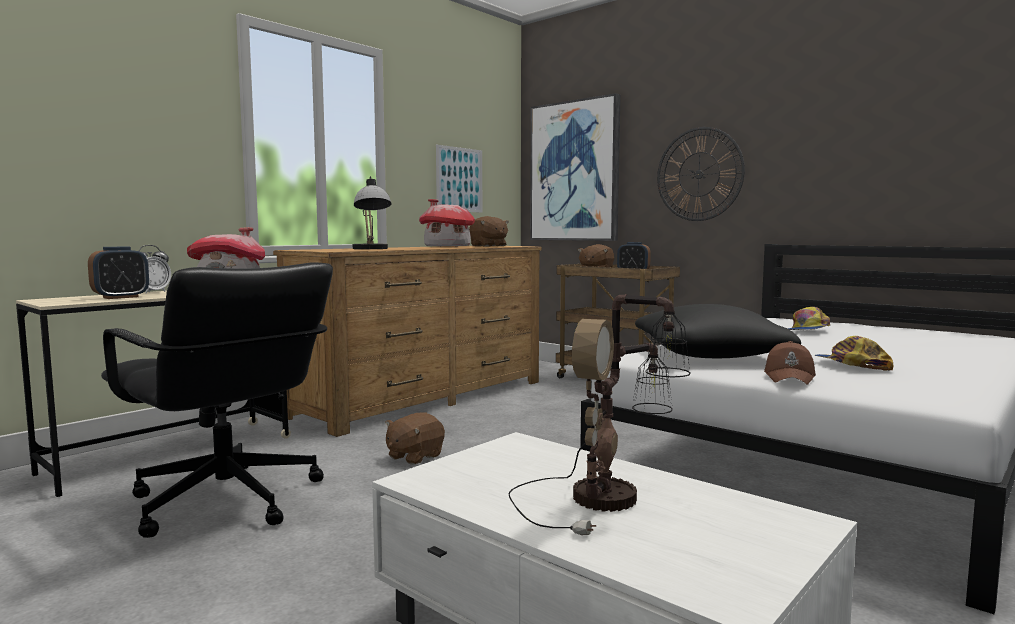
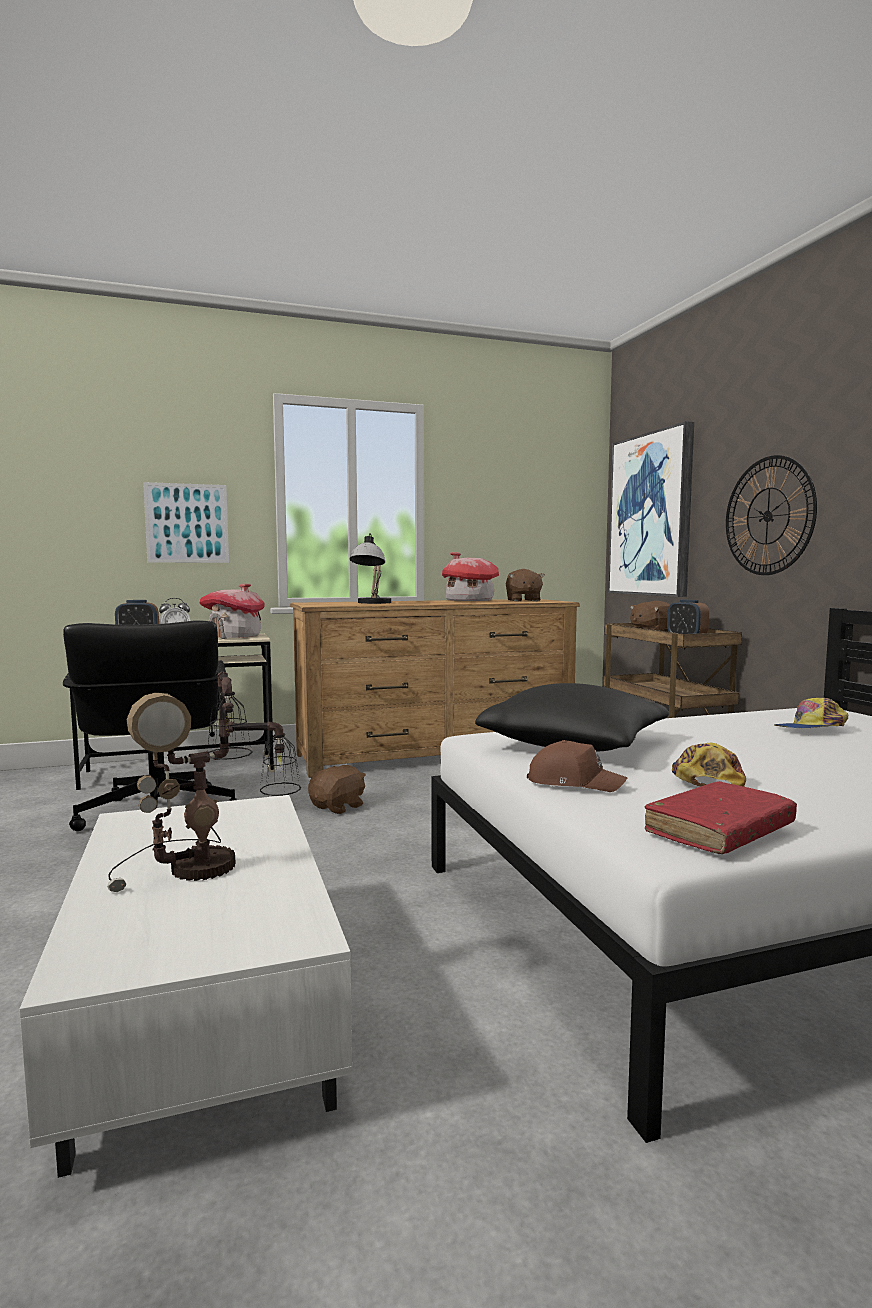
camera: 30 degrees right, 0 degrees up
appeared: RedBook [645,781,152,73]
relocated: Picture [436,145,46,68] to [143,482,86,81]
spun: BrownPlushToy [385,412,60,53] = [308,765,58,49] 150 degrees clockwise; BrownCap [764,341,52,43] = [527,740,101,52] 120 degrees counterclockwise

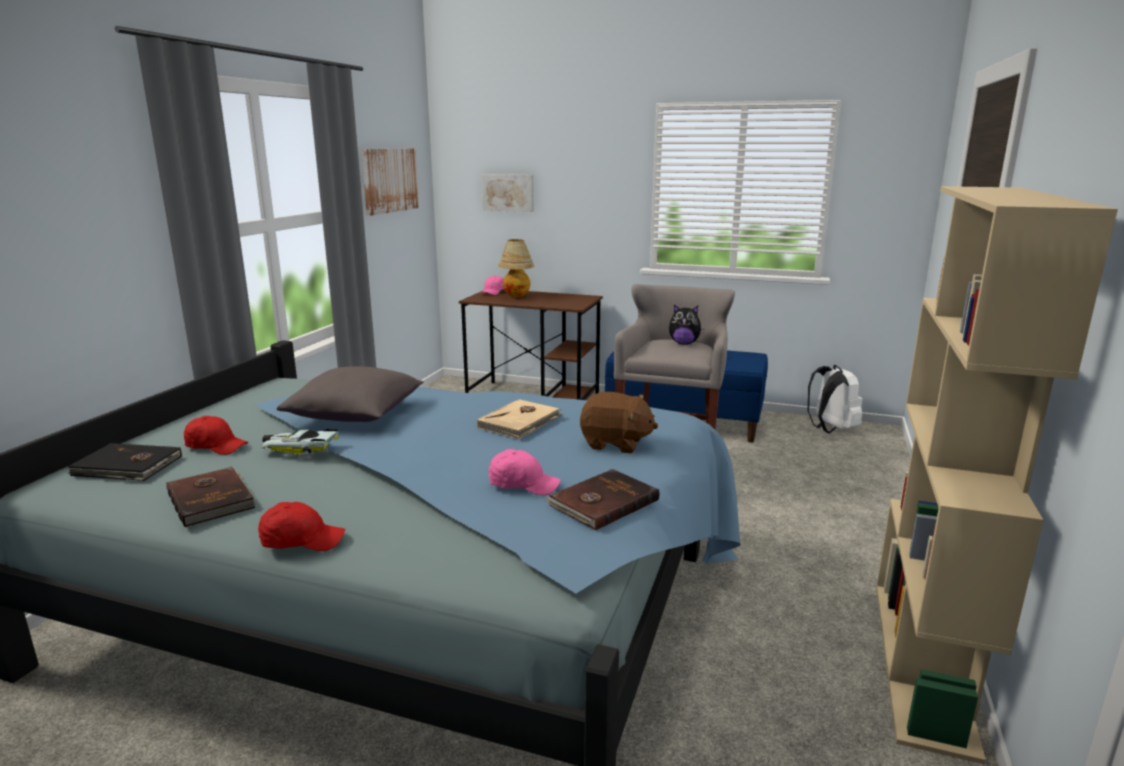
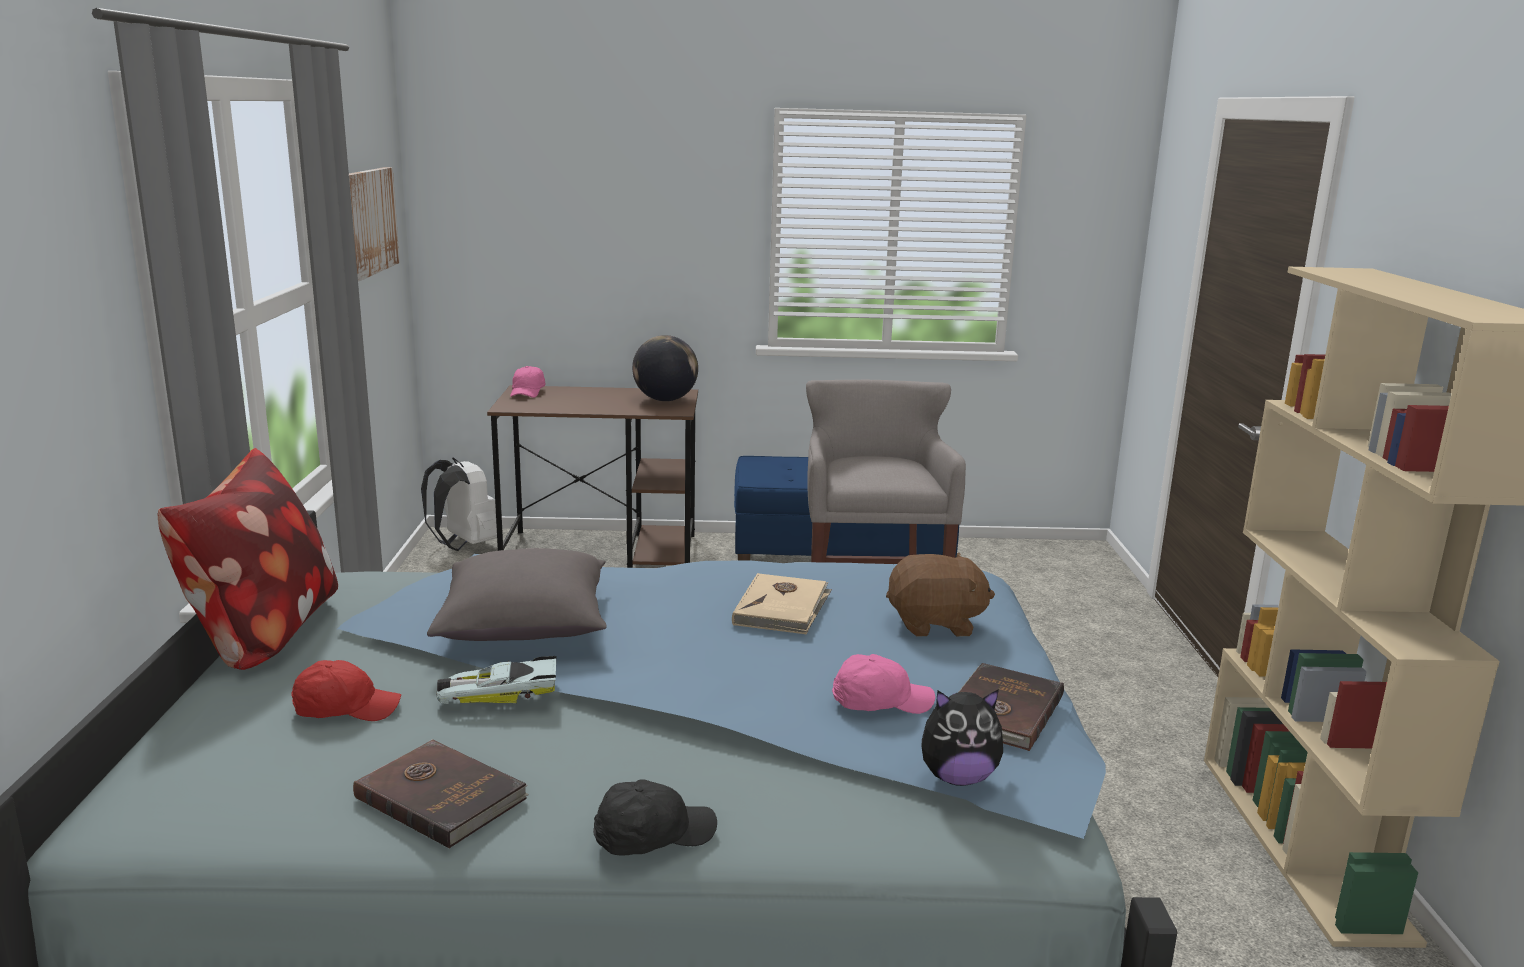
camera: 20 degrees left, 0 degrees up
missing: BlackBook [67,443,115,38]; Picture [482,174,52,38]; TableLamp [498,239,36,58]
appeared: Pillow [157,448,181,222]; Globe [632,335,66,66]
relocated: PlushToy [669,304,35,41] to [921,689,82,97]; WhiteBackpack [807,365,55,68] to [421,457,76,94]
colour: RedCap [258,502,87,49] to BlackCap [593,779,124,76]

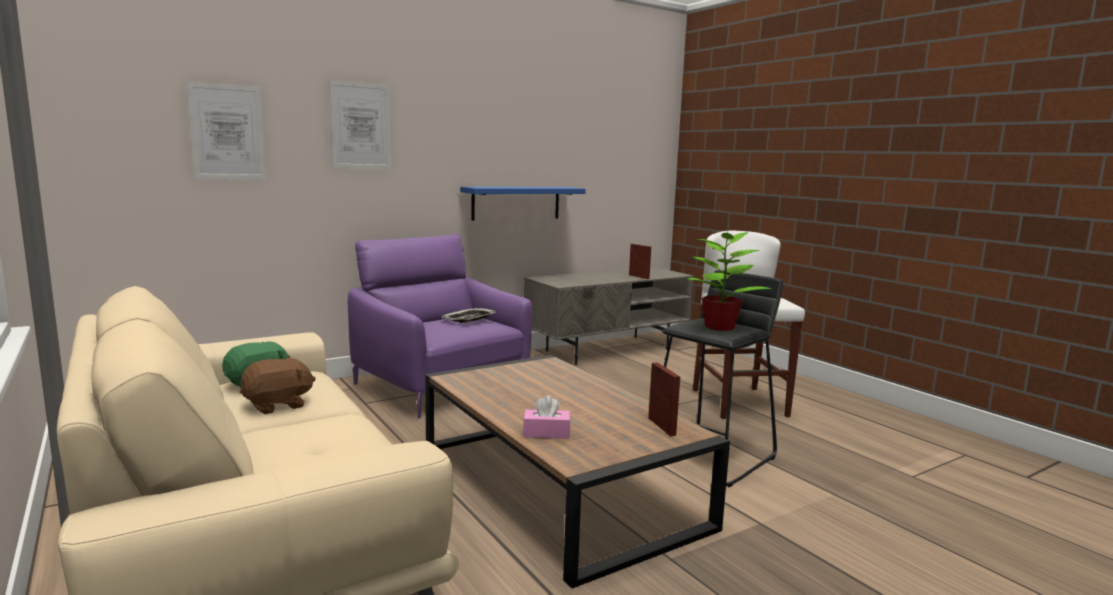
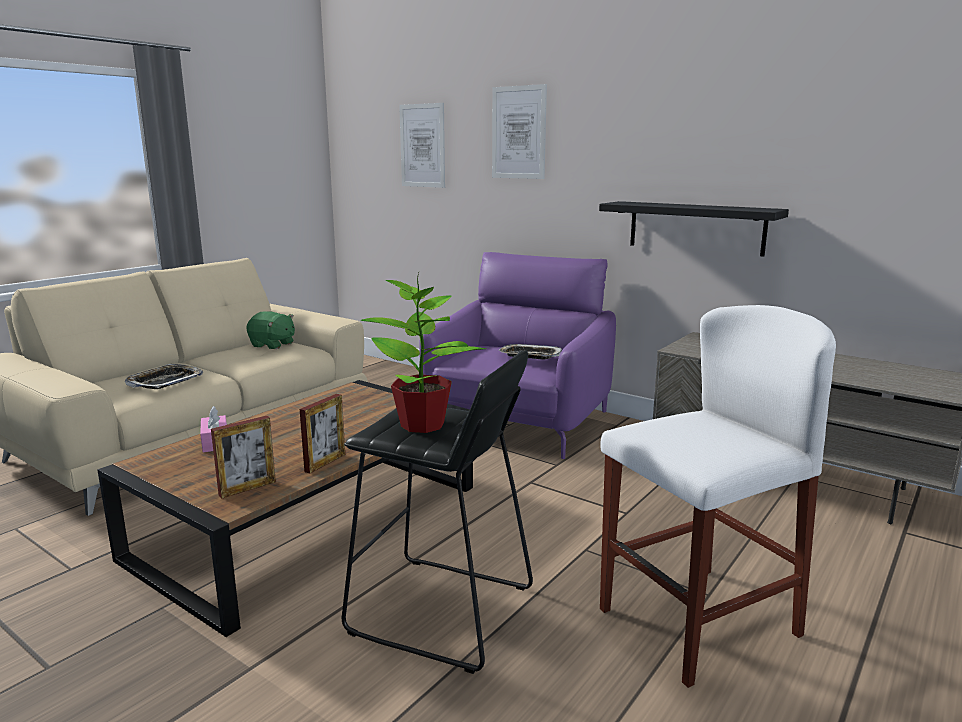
camera: 70 degrees right, 5 degrees up
missing: BrownPlushToy [240,357,76,57]
appeared: Tray [125,364,78,25]
relocated: PictureFrame [629,244,22,35] to [300,394,45,80]
colour: BlueShelf [460,187,126,34] to BlackShelf [599,201,190,56]

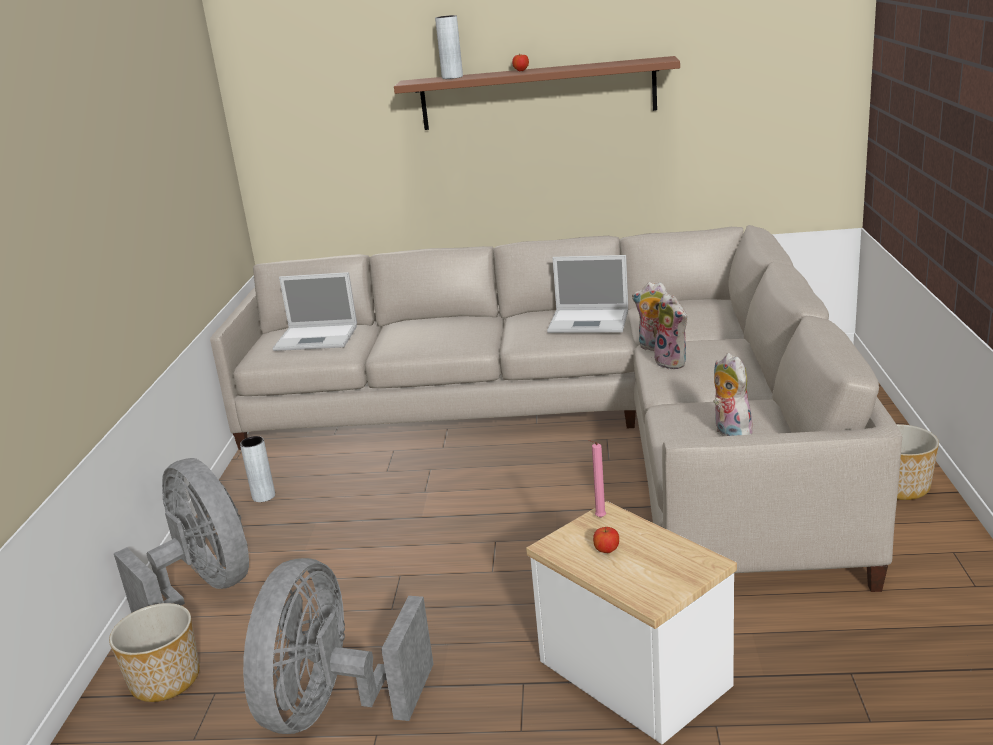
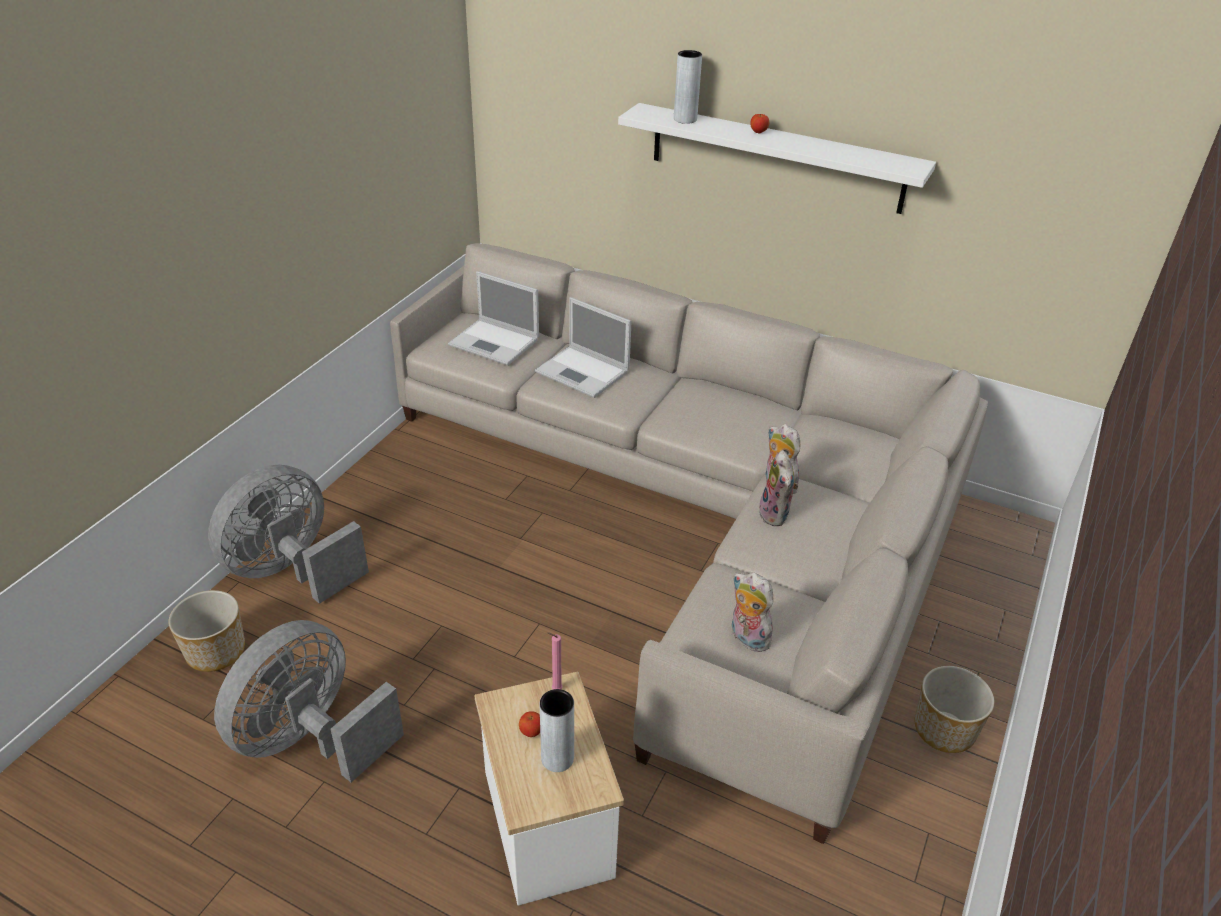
camera: 20 degrees right, 15 degrees up
relocated: GreyVase [240,436,35,66] to [540,689,34,83]; Laptop [547,255,81,78] to [535,297,97,101]
colour: BrownShelf [394,56,286,74] to WhiteShelf [618,103,318,111]
spun: GreyFan [114,458,135,155] = [208,465,161,139] 120 degrees counterclockwise; PlushToy [713,353,40,83] = [732,572,42,80] 45 degrees counterclockwise

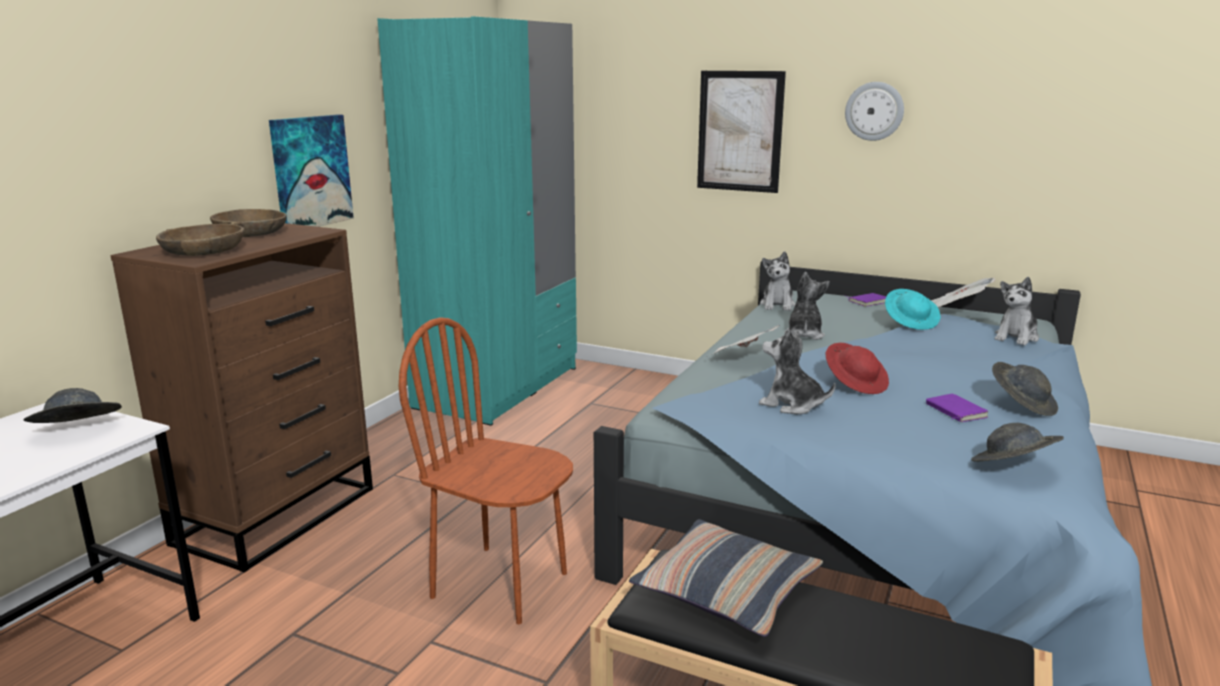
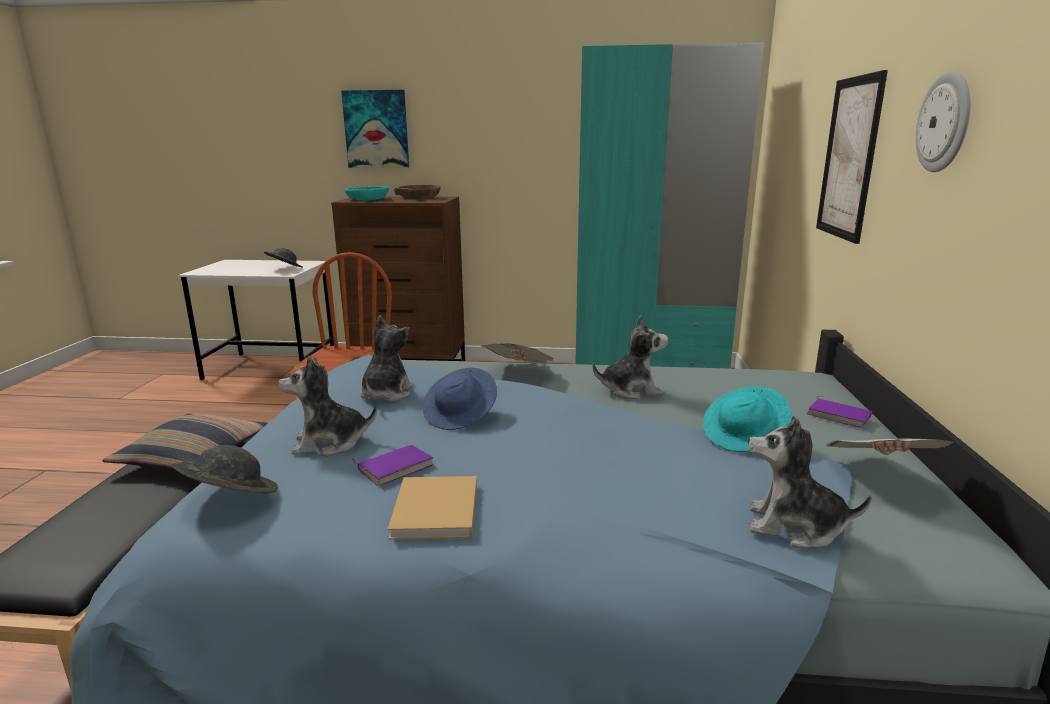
camera: 70 degrees right, 0 degrees up
relocated: Picture [269,114,85,113] to [341,90,68,78]; PlushToy [760,251,35,60] to [279,356,98,100]
exchanged: GreyHat [992,362,66,54] to BeigeBook [388,476,89,64]
colour: BrownBowl [156,224,88,32] to TurquoiseBowl [344,186,45,14]; RedHat [826,343,63,51] to BlueHat [423,368,74,62]

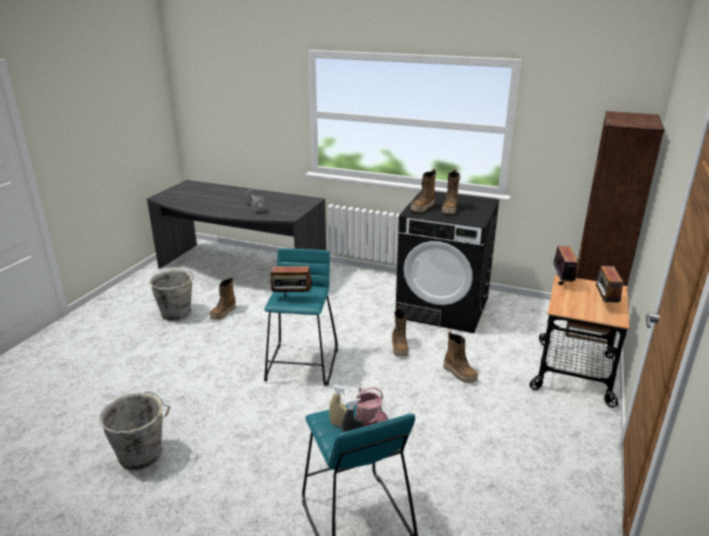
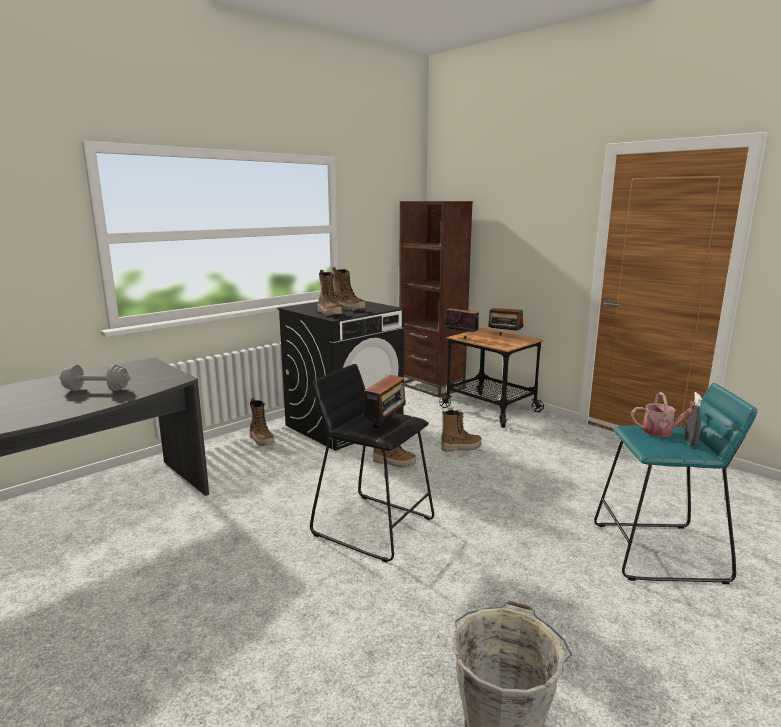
camera: 65 degrees left, 10 degrees down
missing: GreyBucket [149,270,45,51]; BeigeSprayBottle [329,385,18,42]
relocated: Boot [210,277,26,43] to [249,398,26,48]
colour: TurquoiseStool [264,248,74,138] to BlackStool [310,364,124,198]

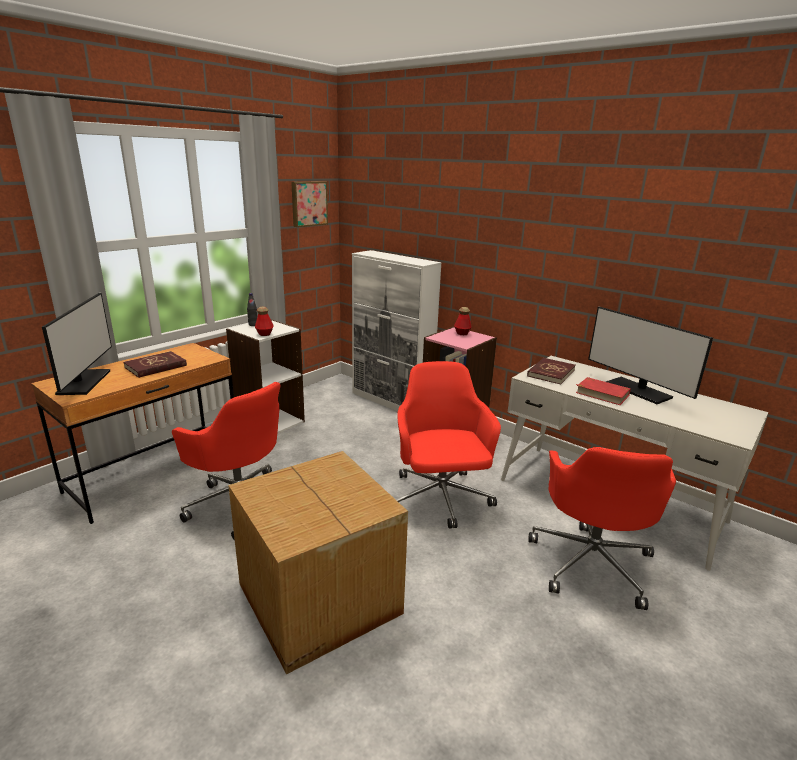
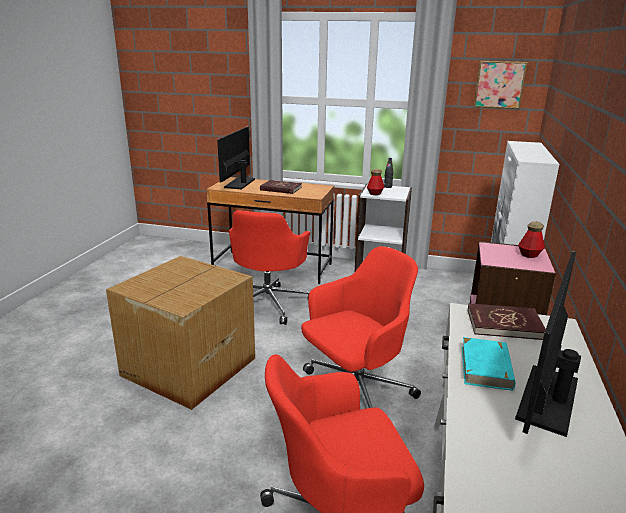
camera: 65 degrees right, 0 degrees up
colour: RedBook [575,377,56,28] to TurquoiseBook [462,337,53,54]
spun: Monitor [42,293,70,102] = [217,127,38,62] 135 degrees clockwise

